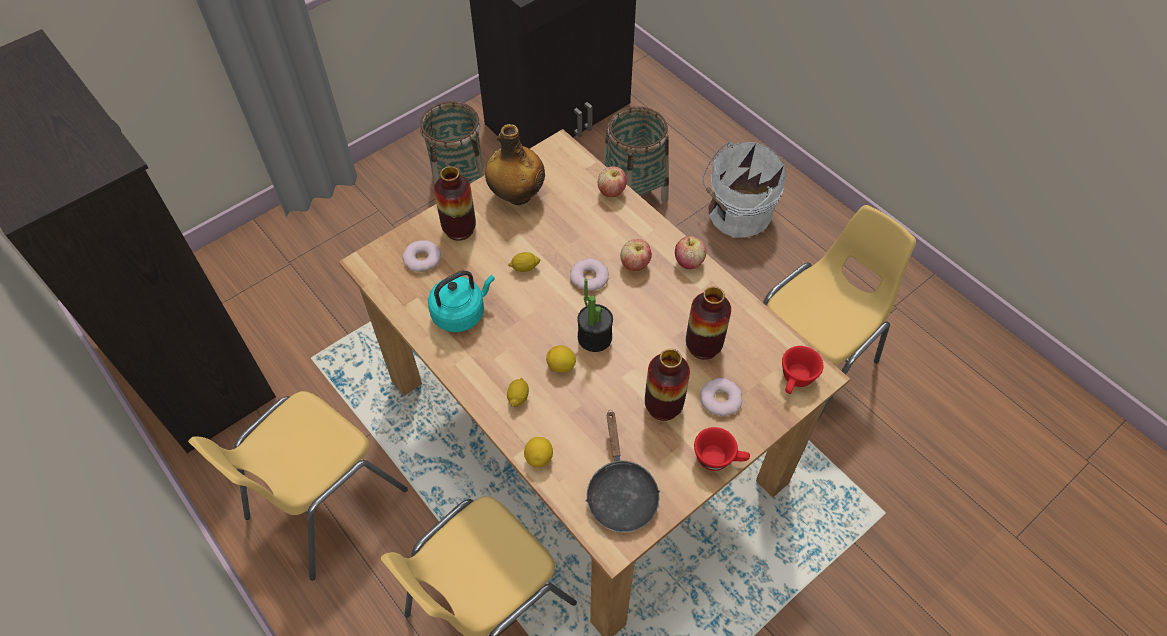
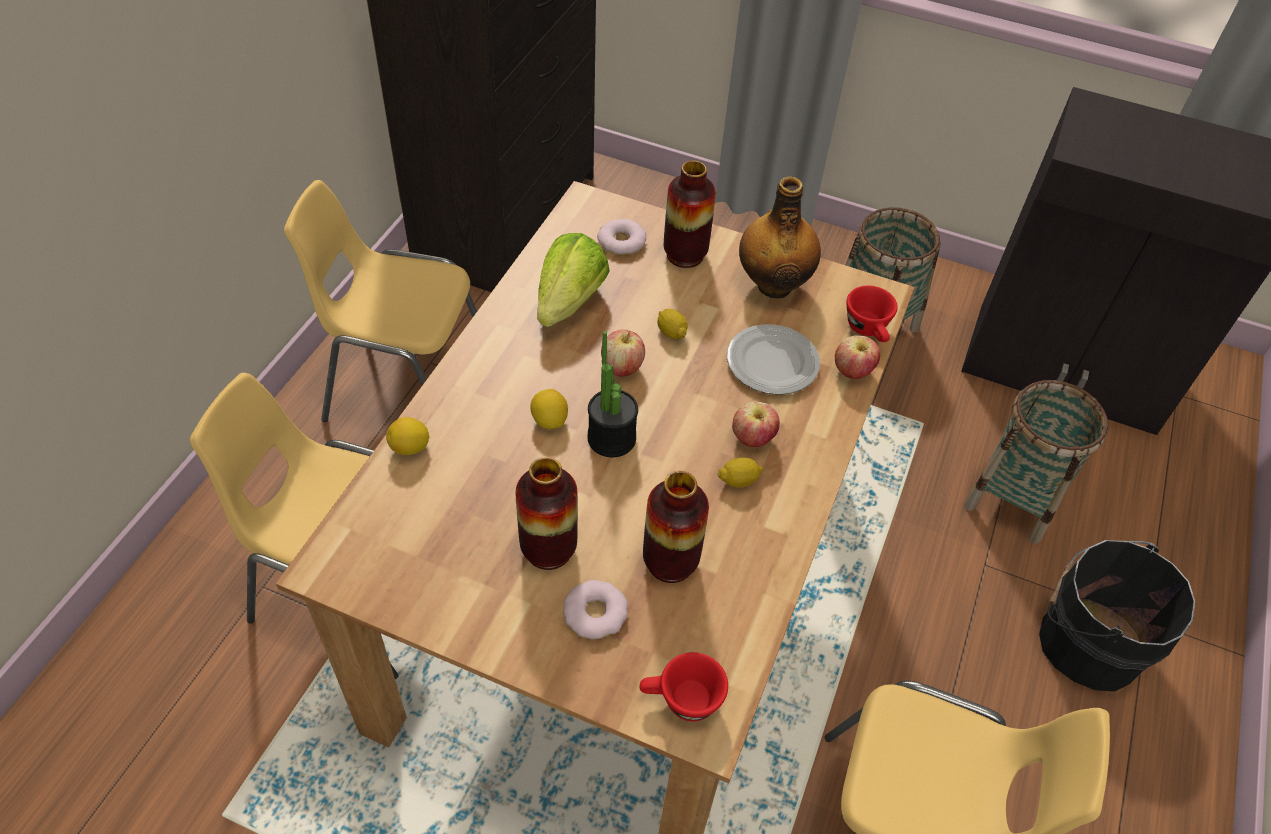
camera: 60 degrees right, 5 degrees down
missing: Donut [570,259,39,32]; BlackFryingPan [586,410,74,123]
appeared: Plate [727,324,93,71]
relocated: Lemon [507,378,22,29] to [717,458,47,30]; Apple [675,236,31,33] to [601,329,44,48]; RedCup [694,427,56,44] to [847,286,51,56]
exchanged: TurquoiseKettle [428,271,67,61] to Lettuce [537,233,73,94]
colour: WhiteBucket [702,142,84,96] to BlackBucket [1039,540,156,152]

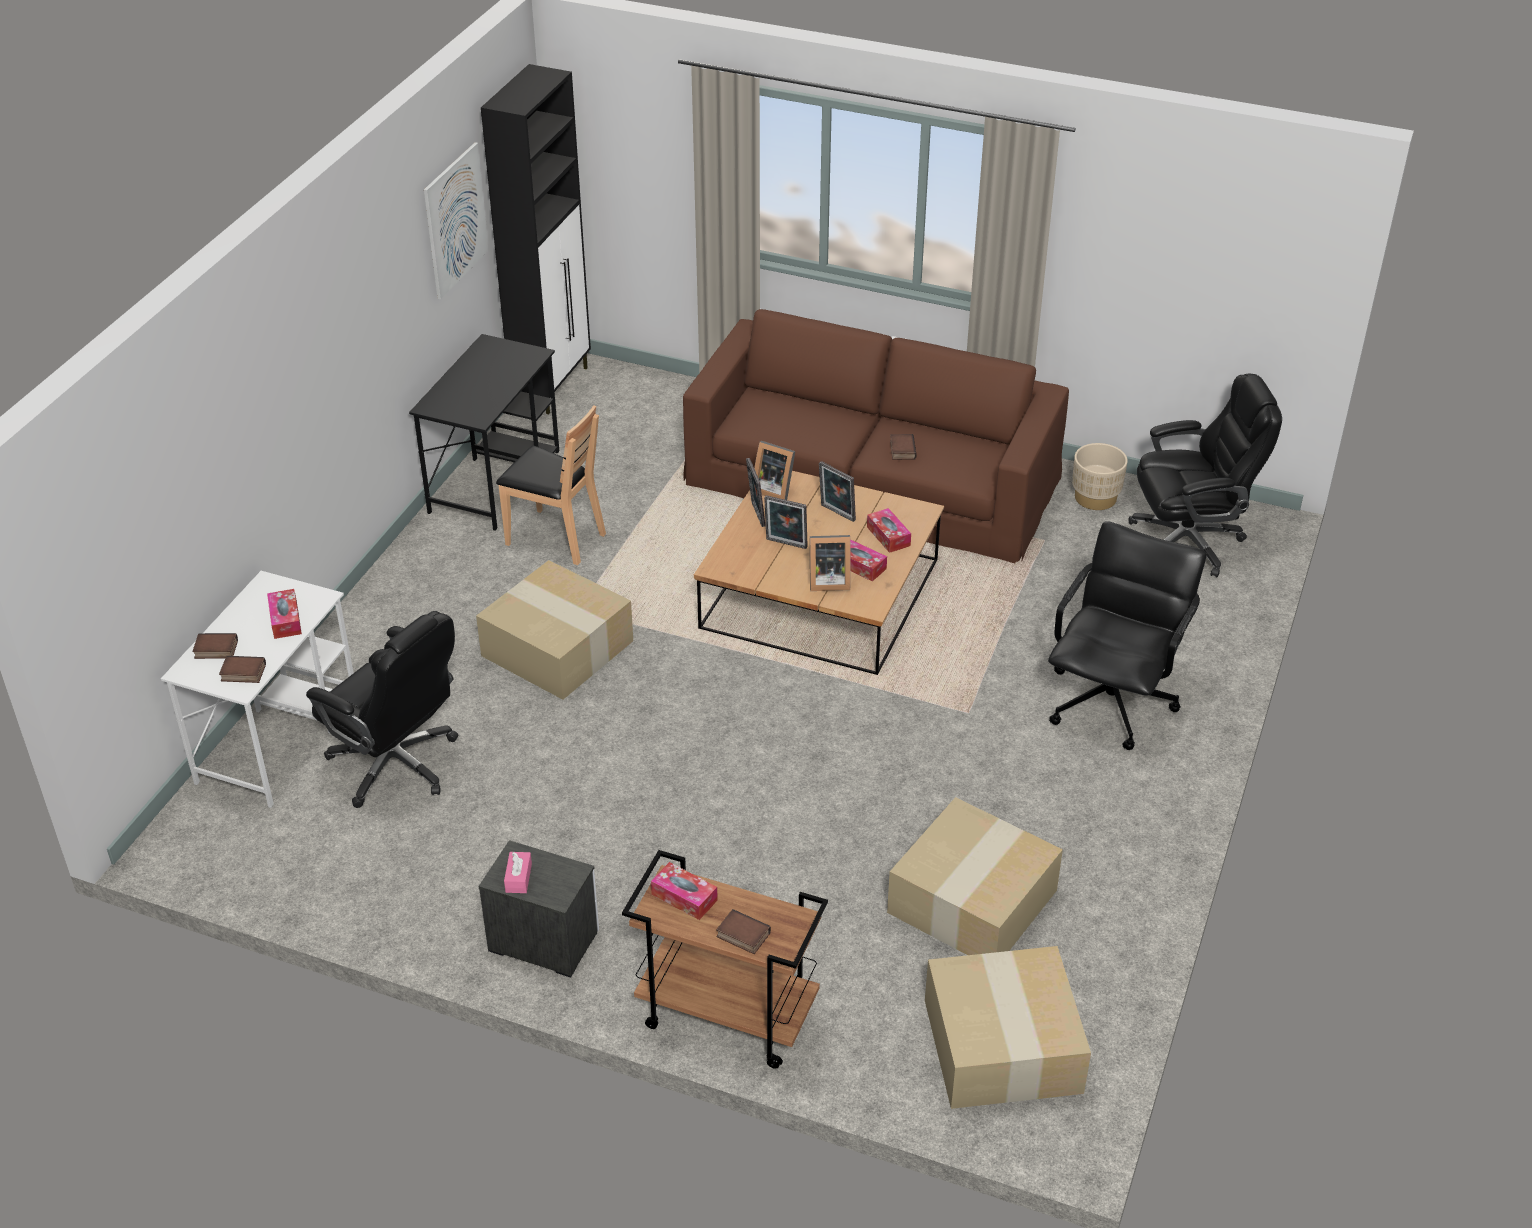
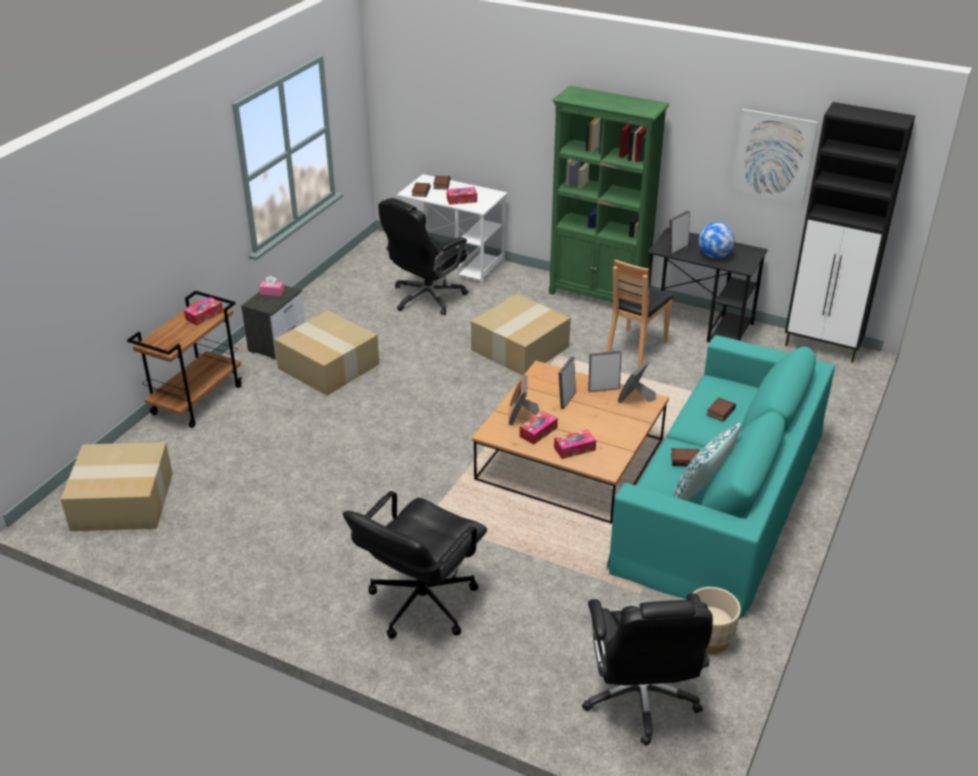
camera: 95 degrees right, 5 degrees down
appeared: GreenBookcase [549,86,120,217]; Pillow [673,423,68,78]; Globe [698,222,37,36]
relocated: Book [716,909,55,45] to [706,397,30,24]; PictureFrame [819,461,37,61] to [669,210,21,45]; CardboardBox [887,797,176,158] to [274,310,105,86]
colour: BrownSofa [683,309,386,254] to TurquoiseSofa [607,335,228,284]
spun: BlackOfficeChair [1048,521,159,229] = [343,491,144,148] 90 degrees clockwise

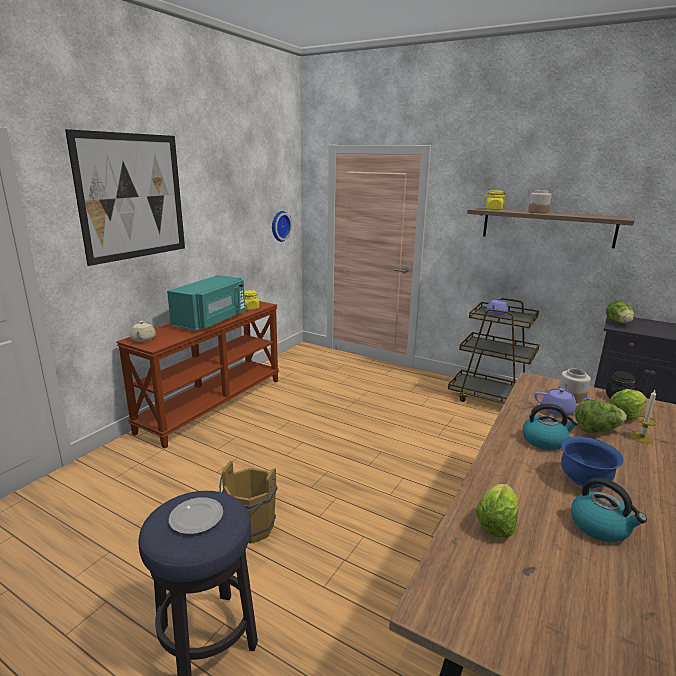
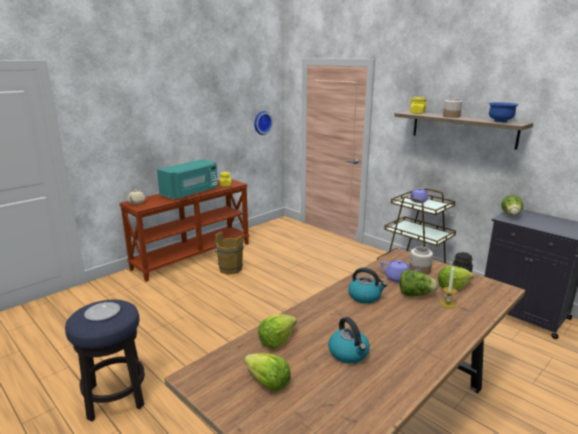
camera: 15 degrees right, 0 degrees up
missing: Picture [65,129,120,137]
appeared: Lettuce [244,353,47,38]
relocated: BrownBucket [219,461,58,83] to [213,232,31,43]; BlueBowl [561,436,63,53] to [489,102,30,21]

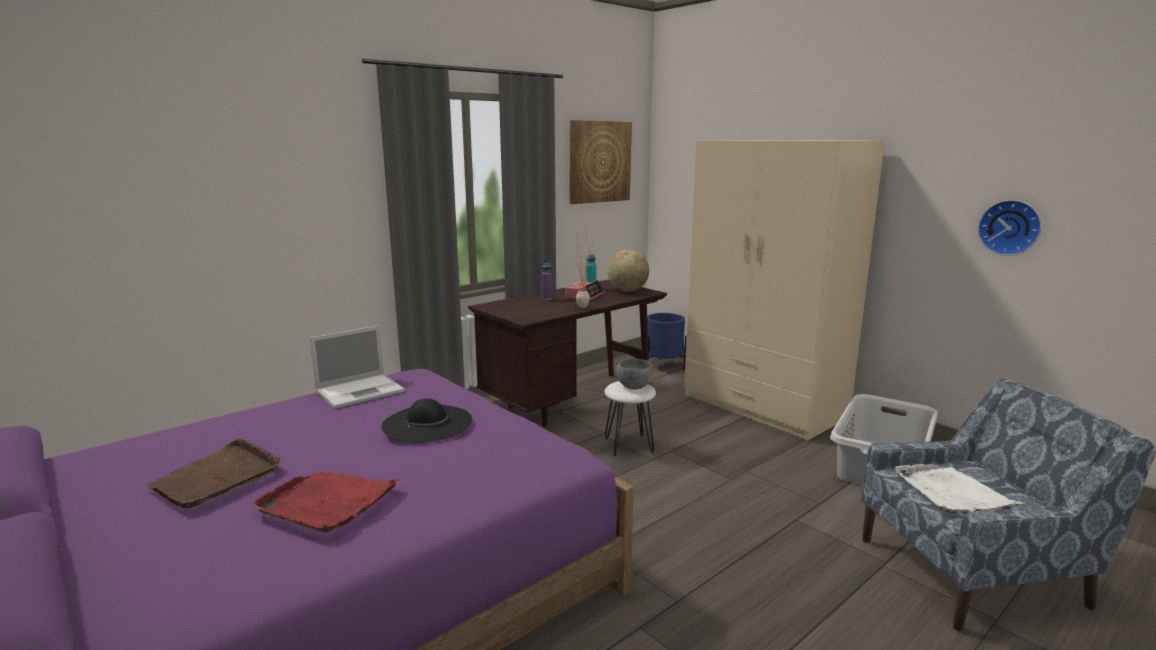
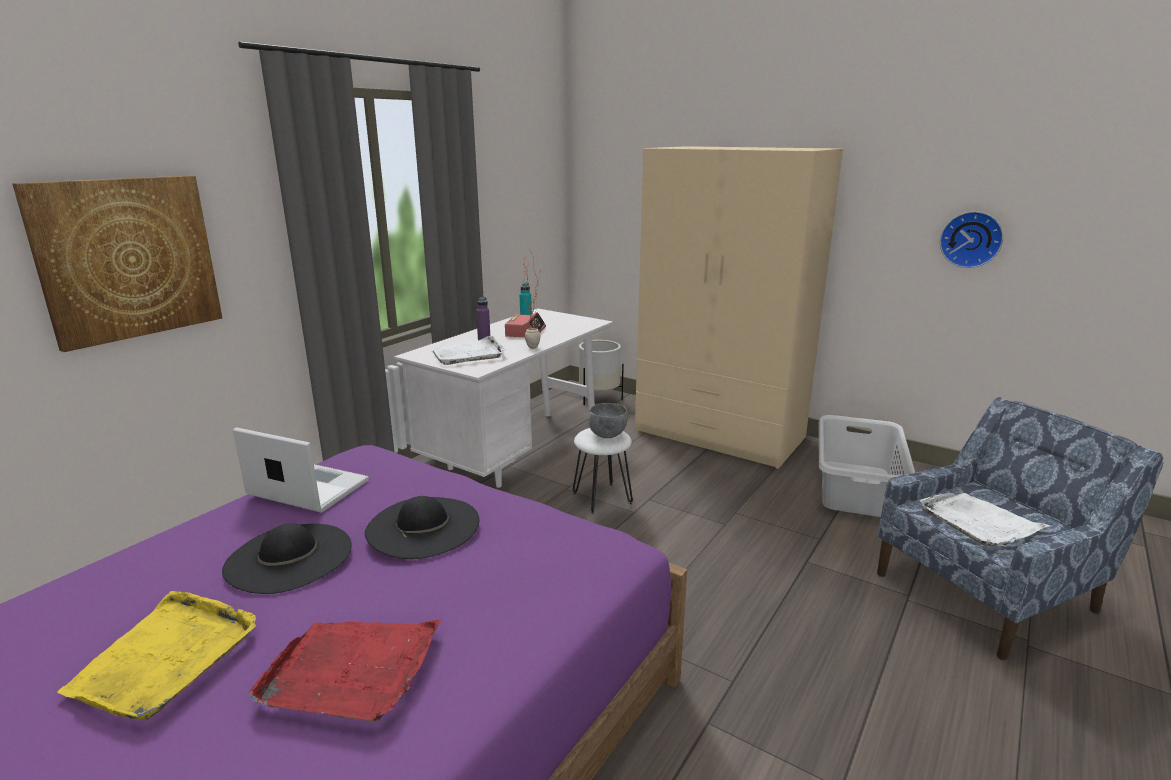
camera: 15 degrees left, 5 degrees up
missing: Globe [607,249,42,43]
appeared: BlackHat [222,523,130,71]; WhiteTray [431,336,75,29]
relocated: Picture [570,120,62,84] to [12,175,210,177]
colour: BrownTray [146,439,135,70] to YellowTray [57,591,199,129]; BrownDesk [468,280,199,147] to WhiteDesk [394,308,219,180]; BluePlanter [647,313,39,57] to WhitePlanter [579,340,45,65]
spun: Laptop [309,325,96,84] = [233,427,136,86] 105 degrees counterclockwise

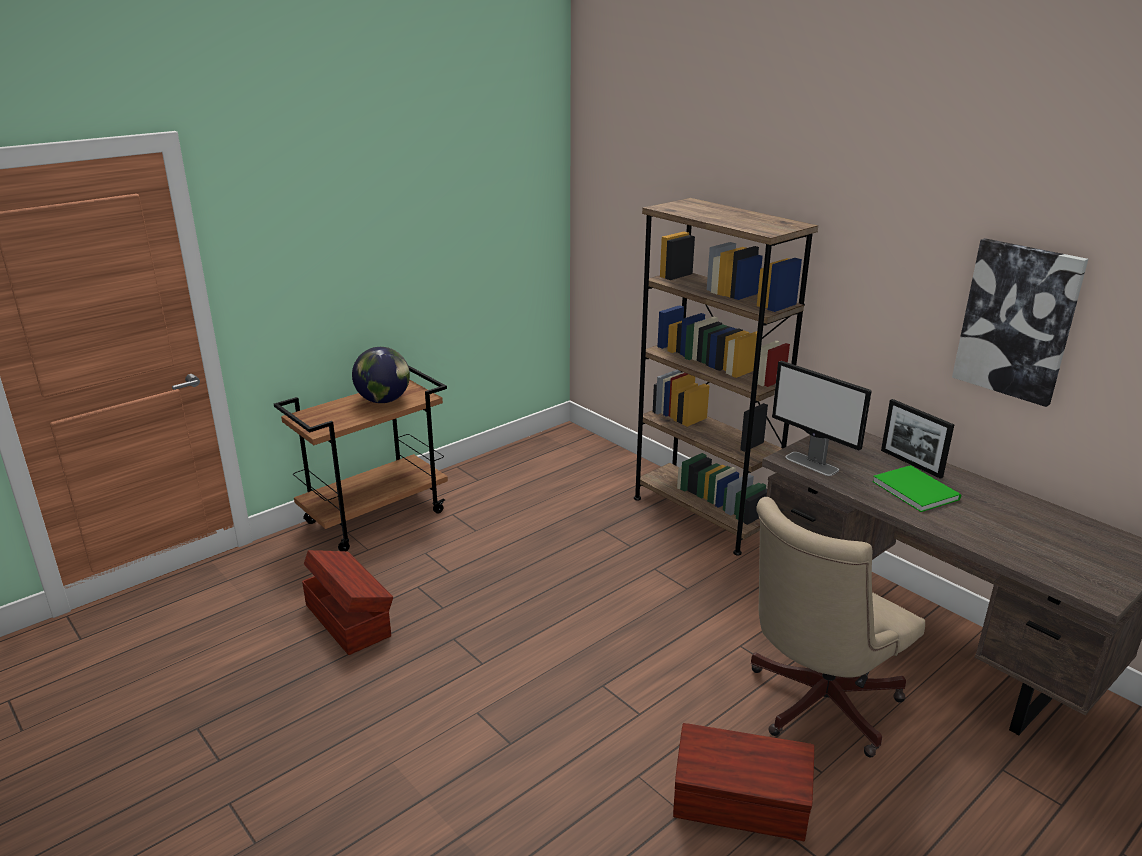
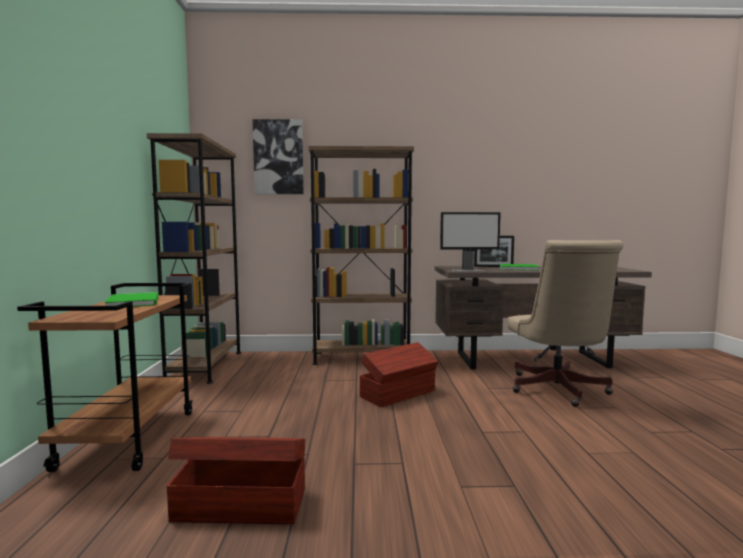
camera: 50 degrees left, 20 degrees down
appeared: BrownBookcase [147,133,94,251]
relocated: BrownStorageBox [673,723,141,118] to [360,342,79,65]; Picture [952,238,136,169] to [252,119,52,75]
exchanged: Globe [352,347,58,56] to GreenBook [104,292,54,15]

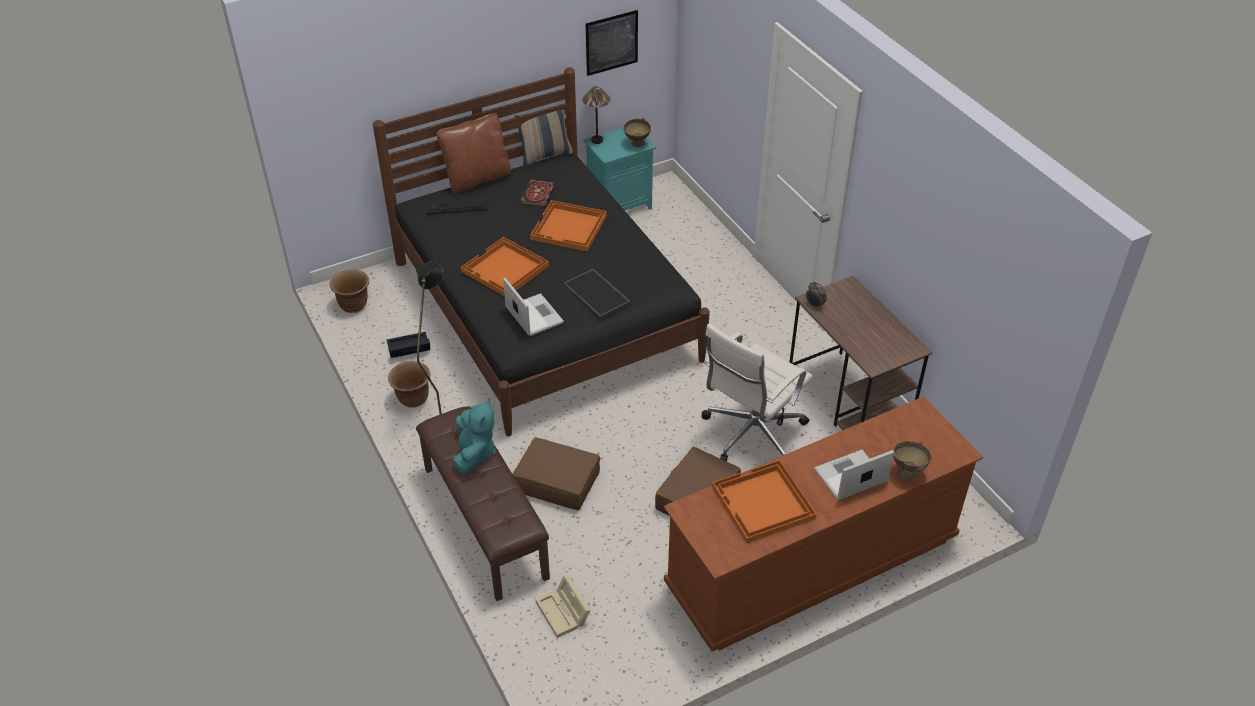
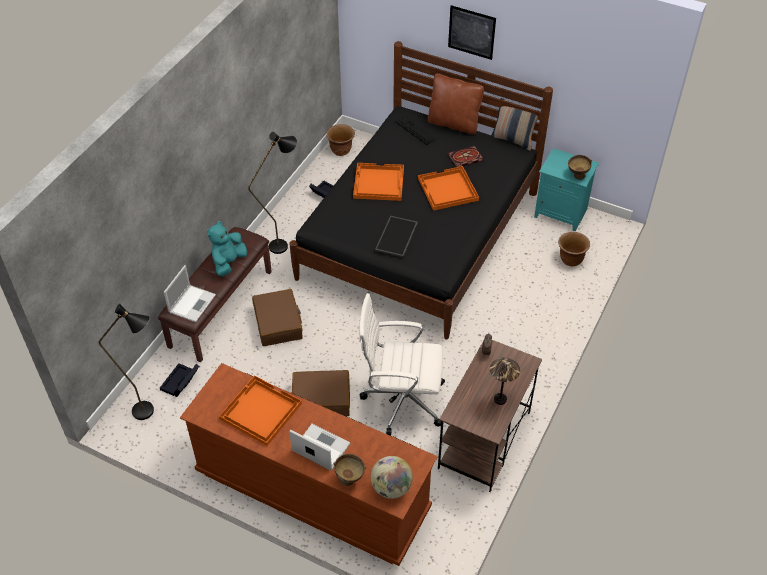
camera: 55 degrees right, 5 degrees up
appeared: BlackFloorLamp [99,303,55,117]; Globe [371,456,42,43]
relocated: BrownPlanter [388,361,42,47] to [558,232,32,35]; Laptop [503,278,61,58] to [164,265,52,57]; TableLamp [582,86,29,58] to [490,358,30,47]; Picture [586,10,52,66] to [448,5,48,55]
colour: BeigeStorageBox [535,575,56,63] to BlackStorageBox [160,363,39,34]
spun: TurquoisePlushToy [452,399,44,75] = [207,221,40,55] 150 degrees clockwise

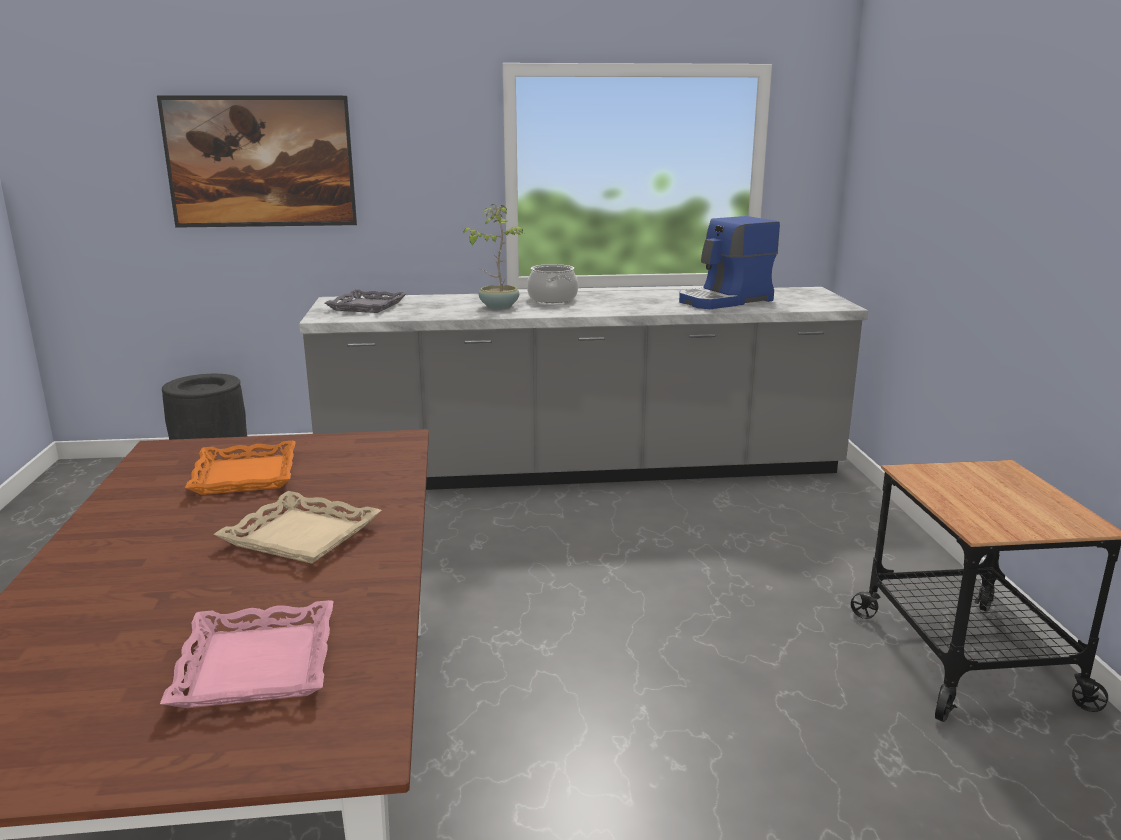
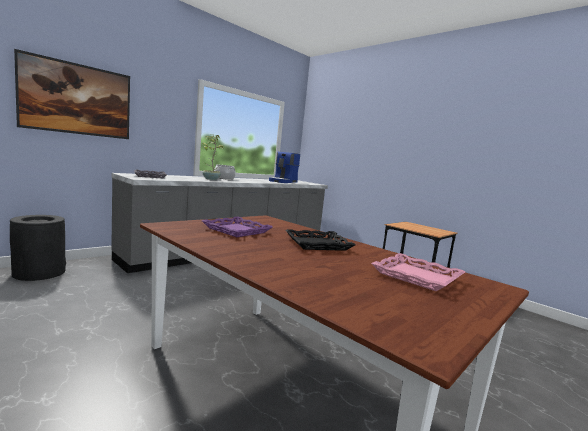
camera: 40 degrees left, 10 degrees down
colour: OrangeTray [185,441,111,54] to PurpleTray [202,217,71,20]; BeigeTray [214,491,168,73] to BlackTray [286,229,69,22]

